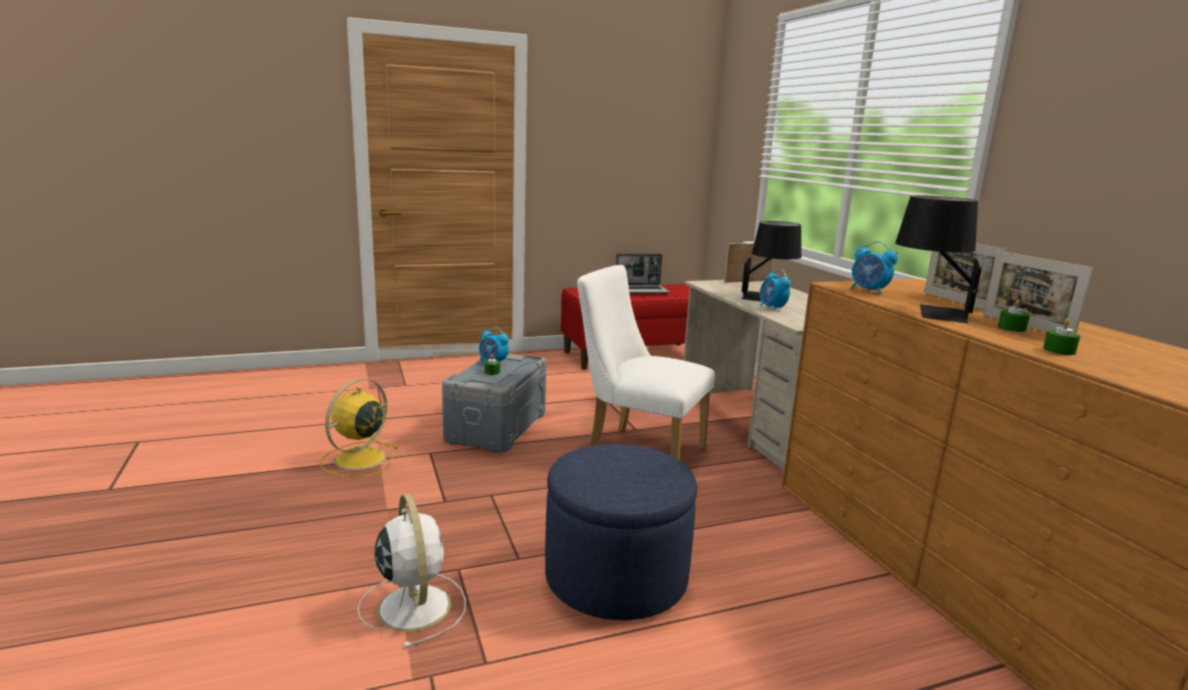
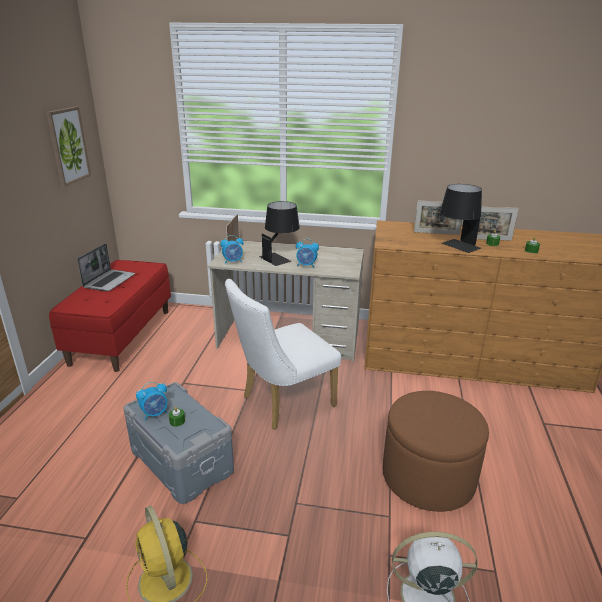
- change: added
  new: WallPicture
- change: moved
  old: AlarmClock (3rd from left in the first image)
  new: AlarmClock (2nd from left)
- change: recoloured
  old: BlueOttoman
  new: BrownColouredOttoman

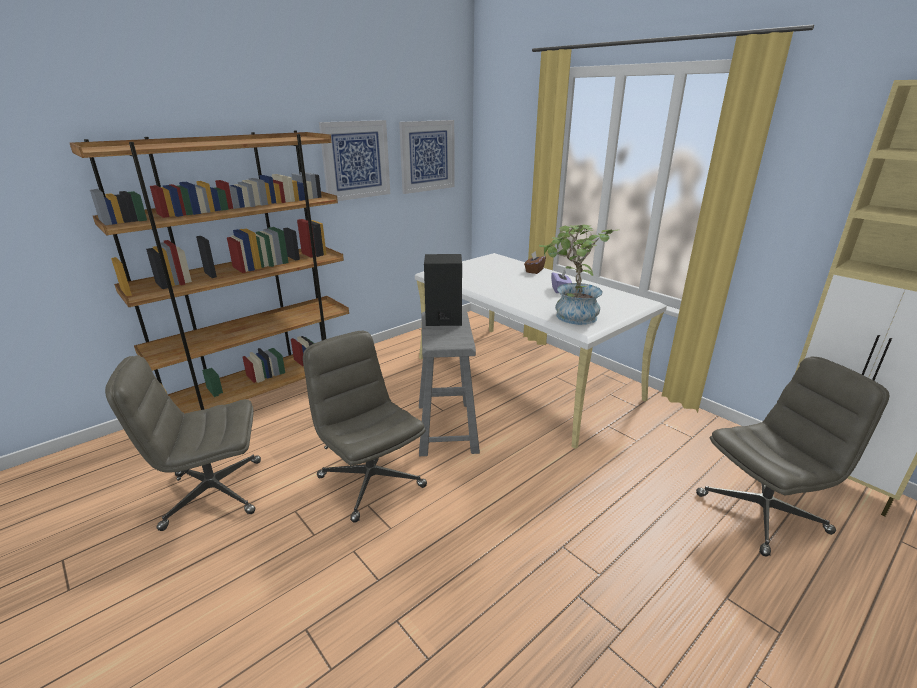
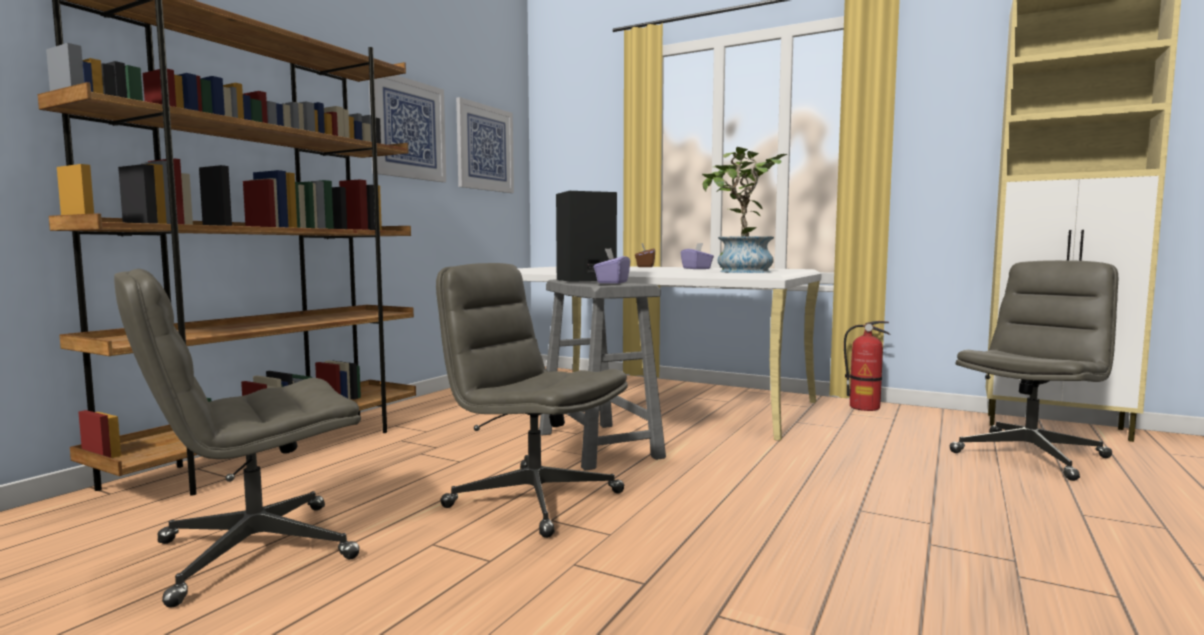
- change: added
  new: PurplishTissueHolder (1st from left)
- change: added
  new: FireFightingCylinder

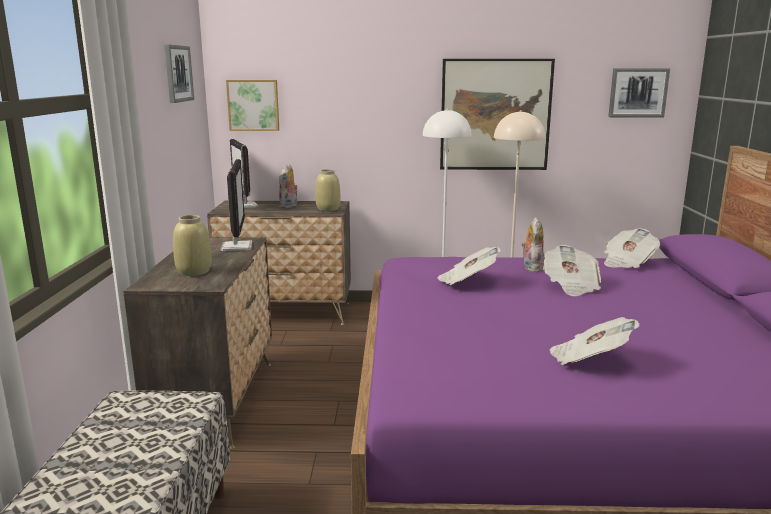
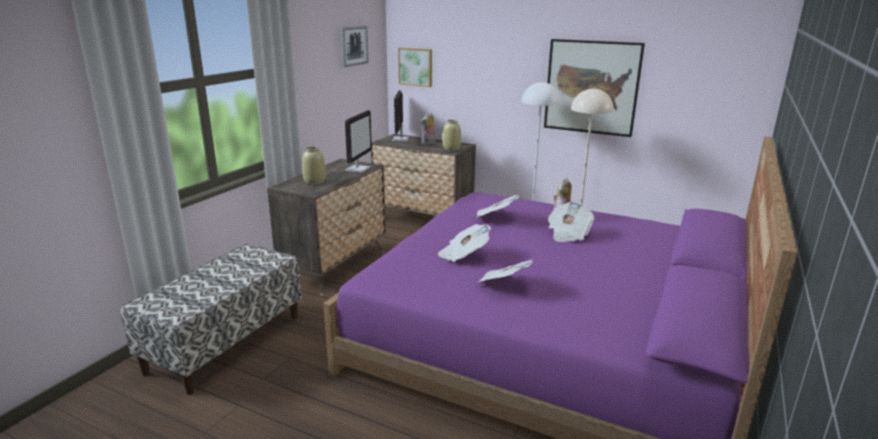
- change: removed
  old: WallPicture (4th from left)
- change: moved
  old: PrintedPaper (4th from left in the first image)
  new: PrintedPaper (1st from left)

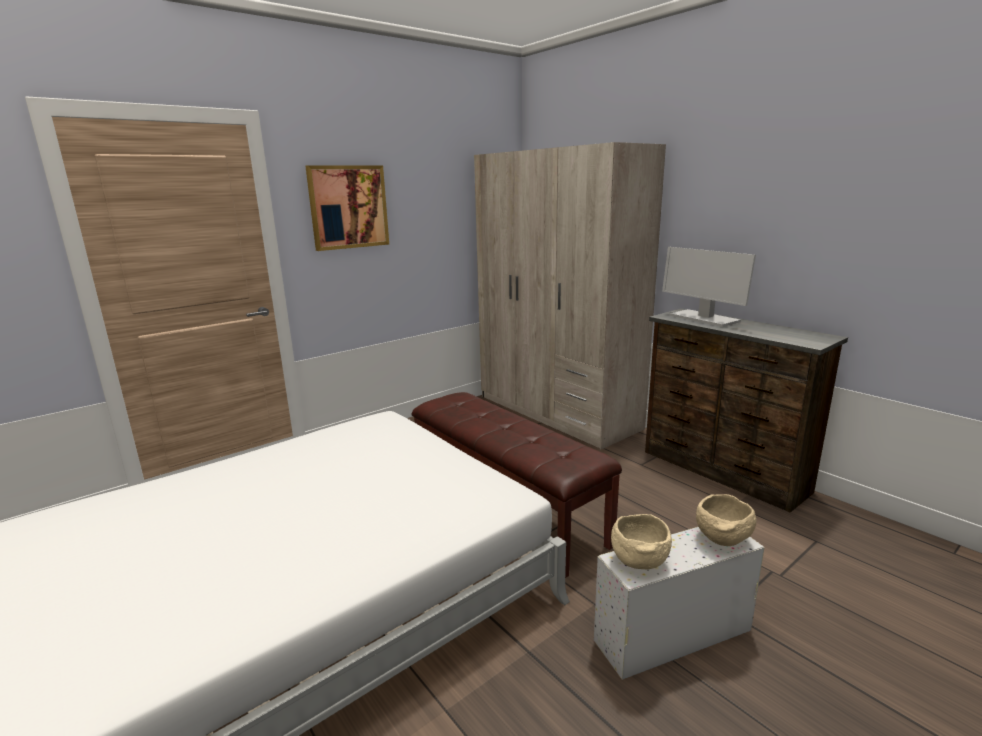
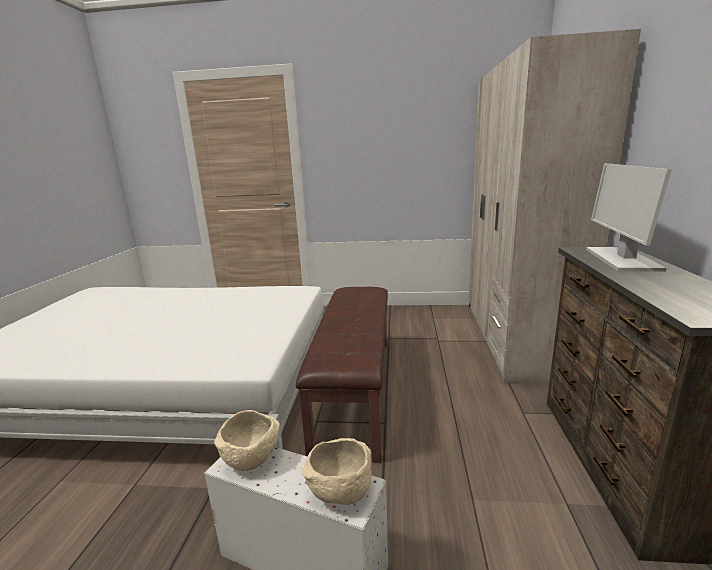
- change: removed
  old: WallPicture

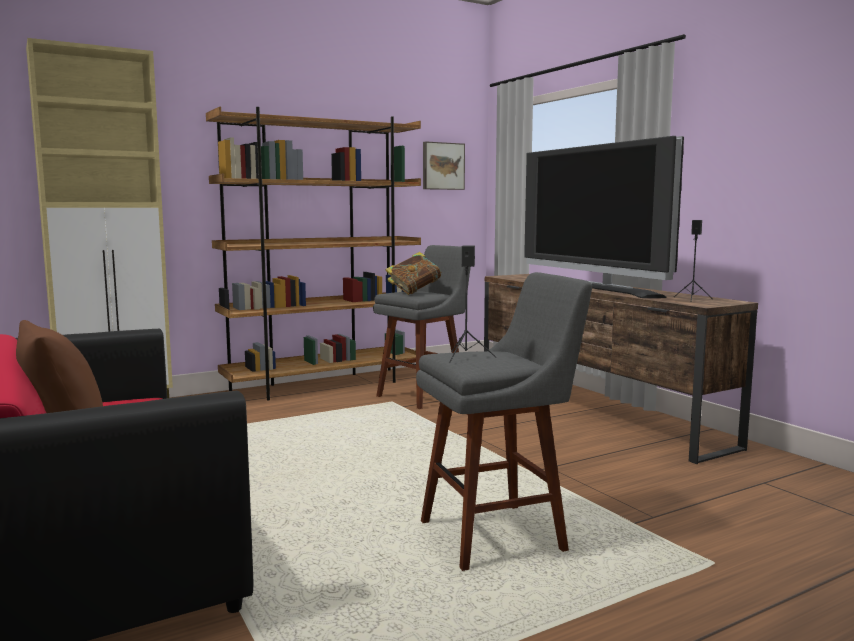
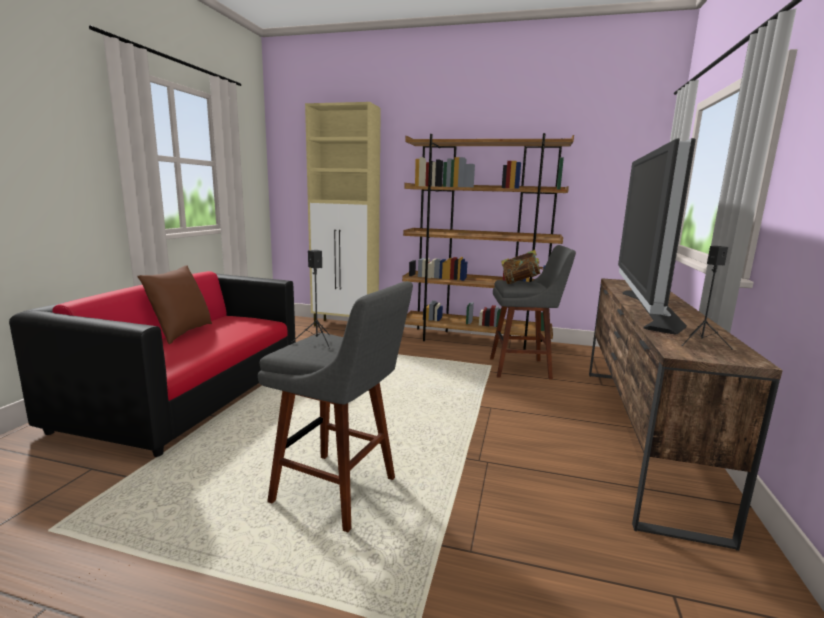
- change: removed
  old: WallPicture

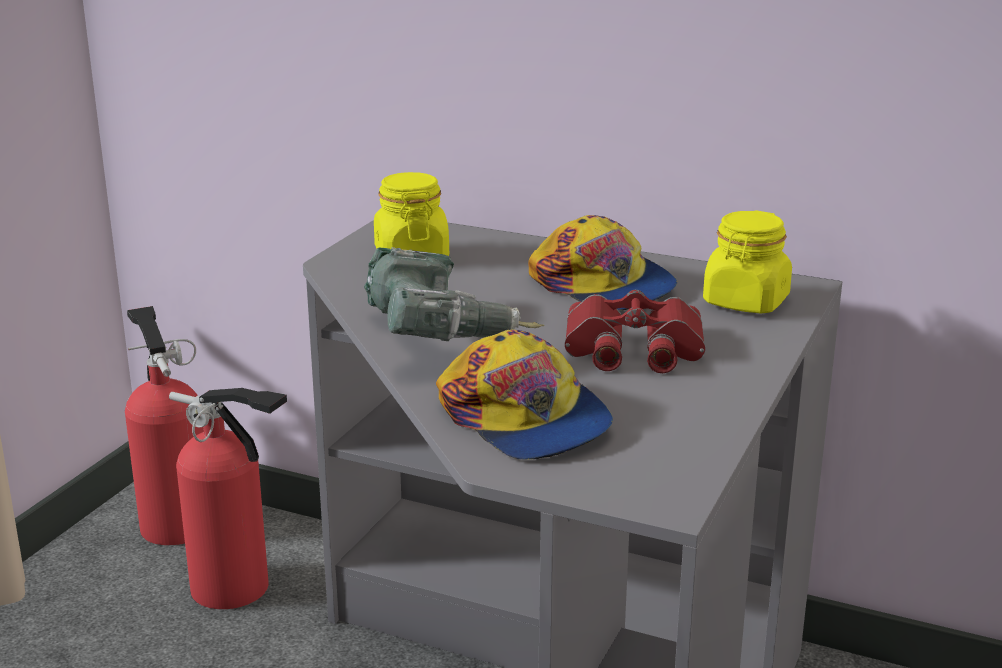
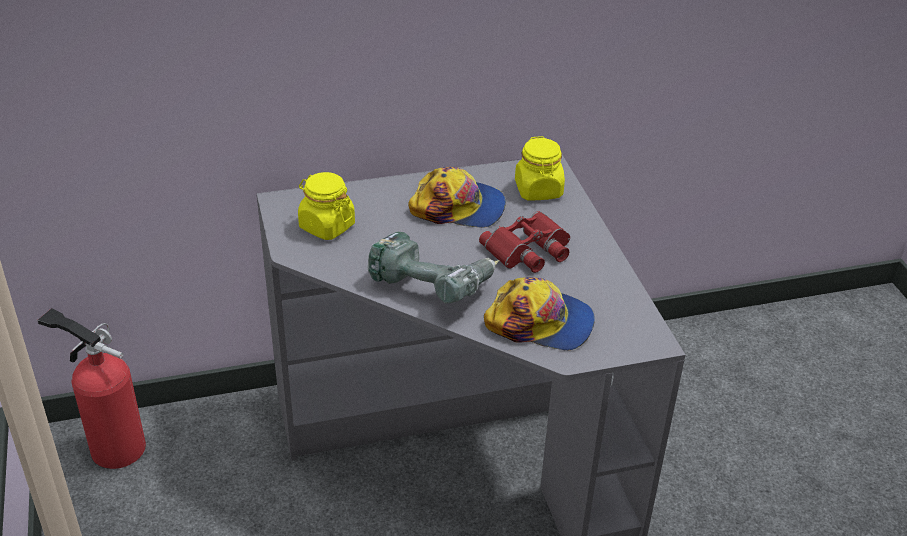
- change: removed
  old: FireFightingCylinder (2nd from left)

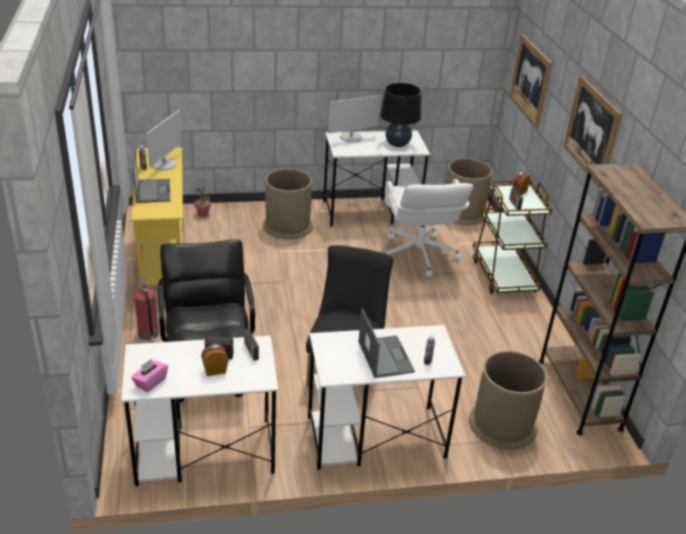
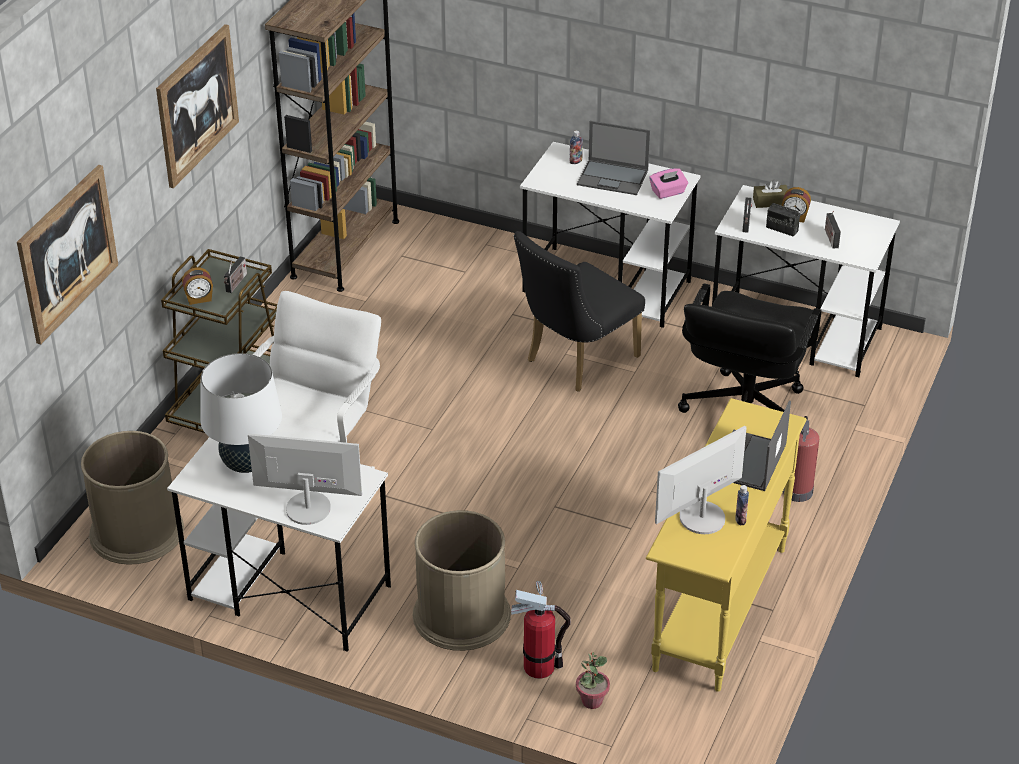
- change: removed
  old: BrownColouredRubbishBin (3rd from left)
- change: added
  new: FireFightingCylinder (1st from left)
- change: added
  new: BrownColouredTissueHolder
- change: added
  new: RadioSet (4th from left)
- change: moved
  old: PinkishTissueHolder
- change: recoloured
  old: BlackLampForATable
  new: WhiteLampForATable
- change: turned
  old: Laptop (2nd from left in the first image)
  degrees: -90

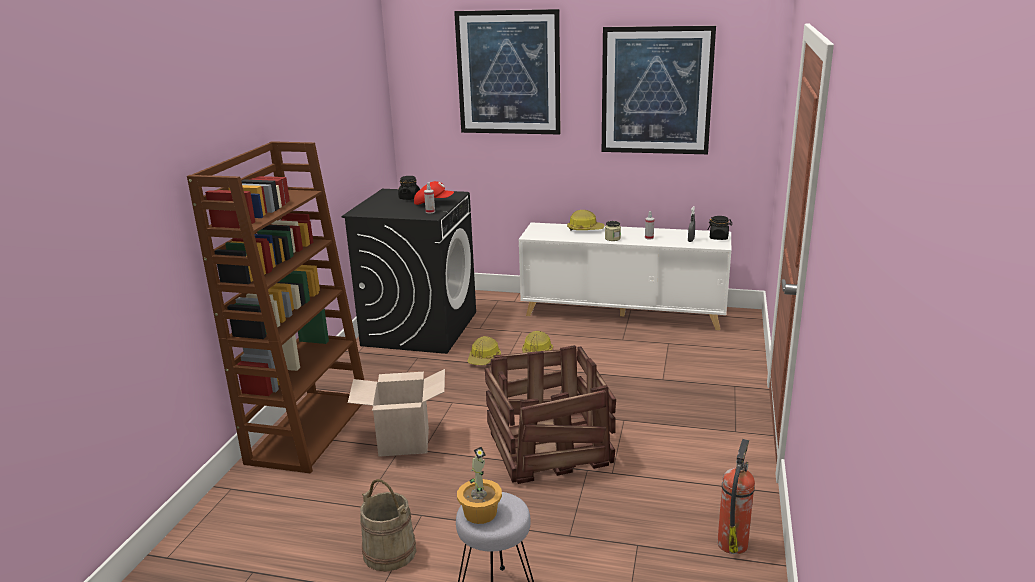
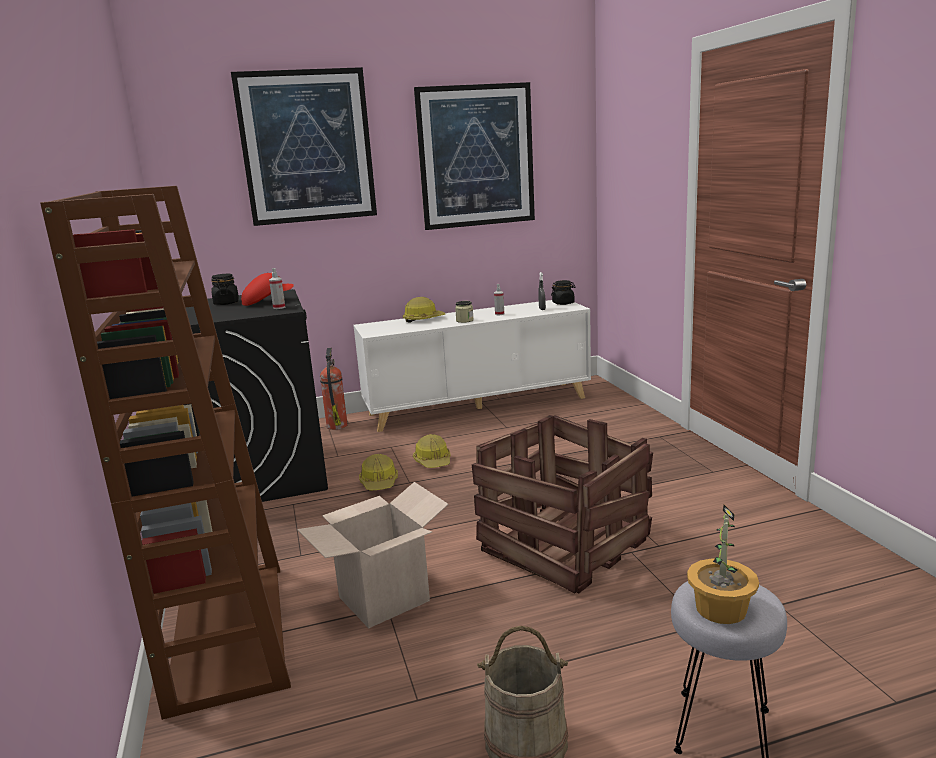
- change: moved
  old: FireFightingCylinder

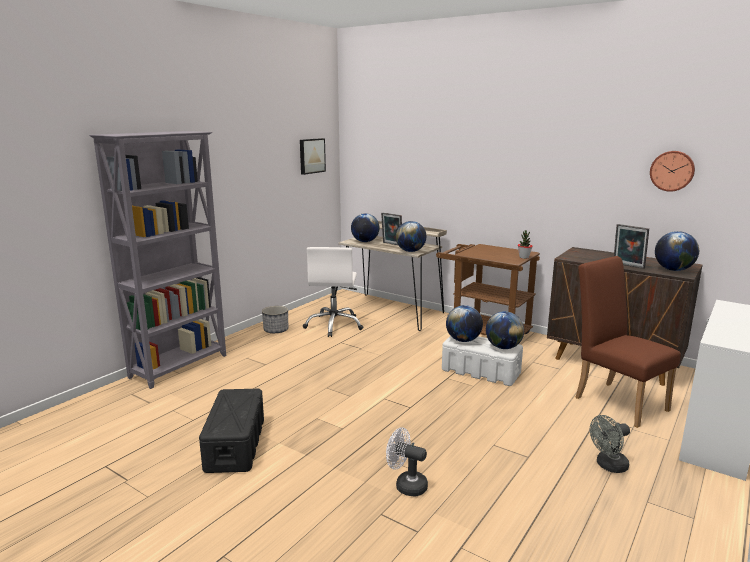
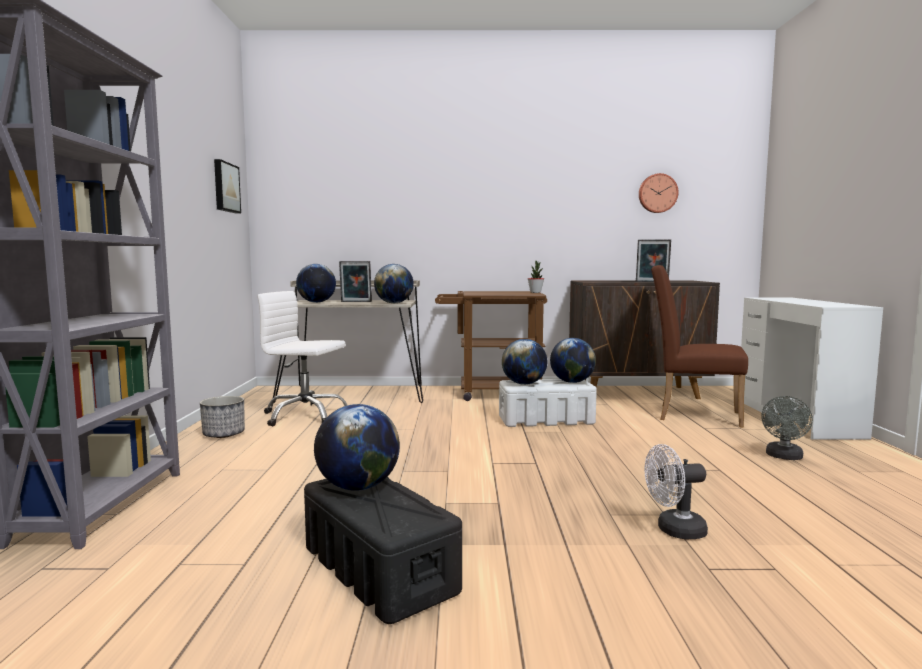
- change: moved
  old: Globe (5th from left in the first image)
  new: Globe (2nd from left)
- change: turned
  old: WhiteDeskChair
  degrees: 135

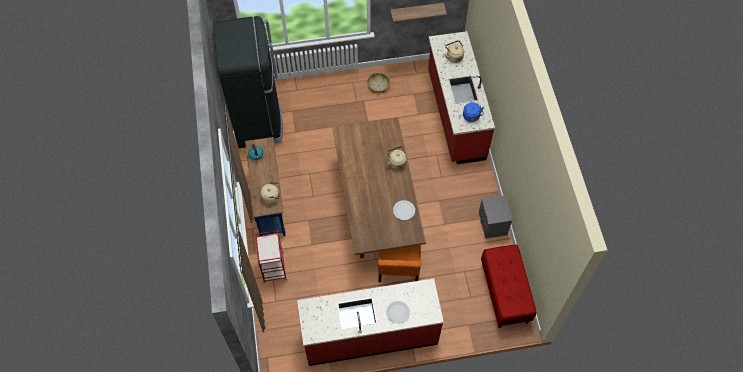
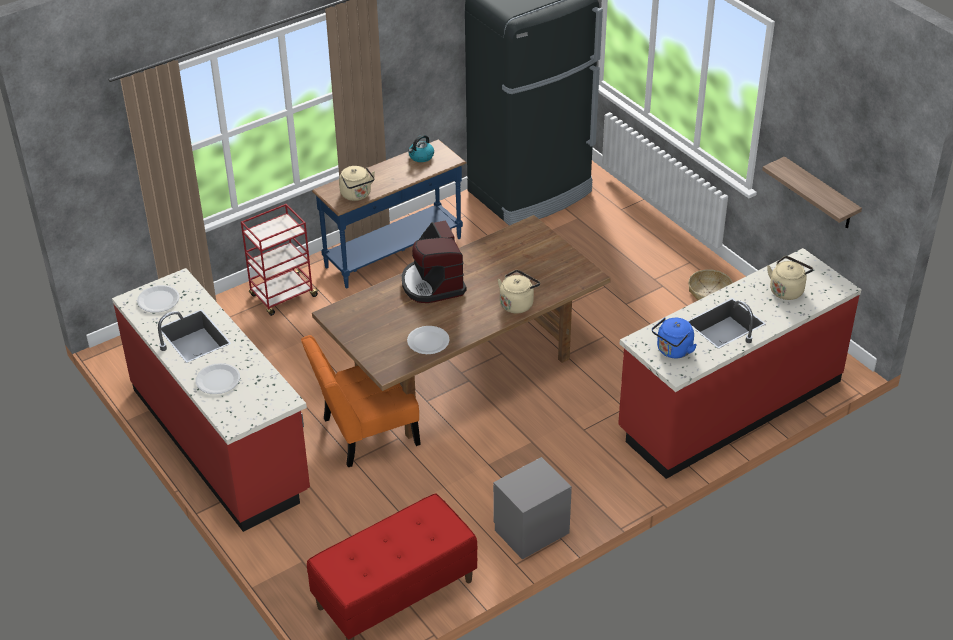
- change: added
  new: WhitePlate (1st from left)
- change: added
  new: CoffeeMaker

